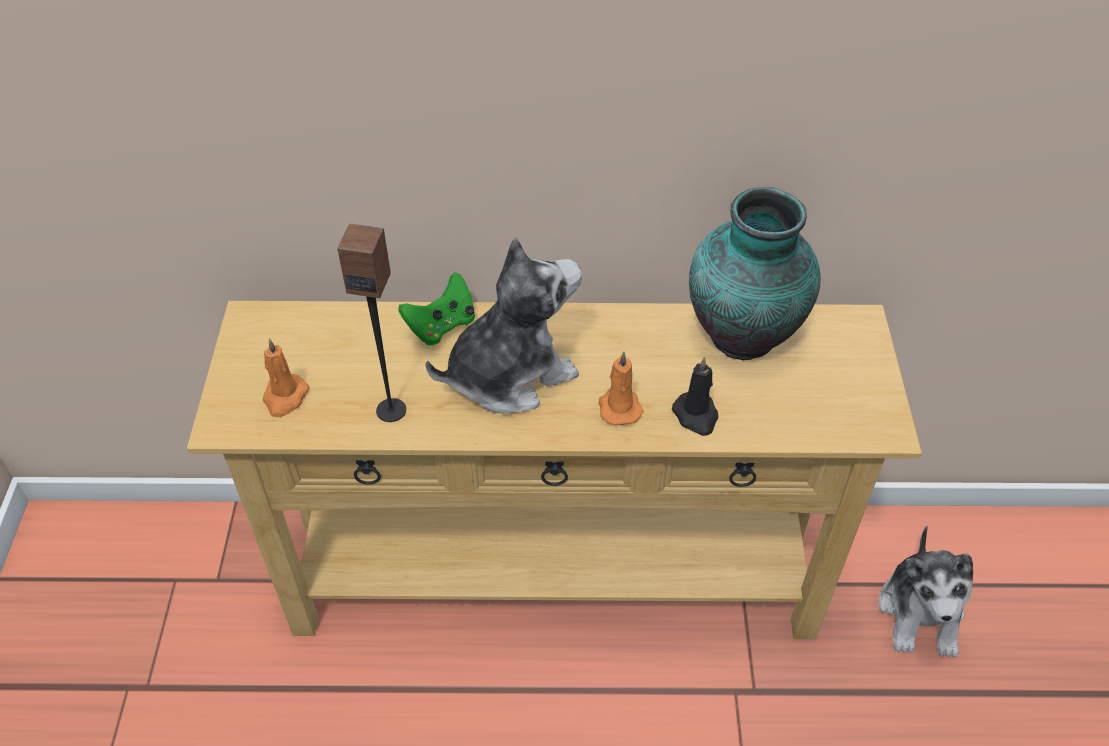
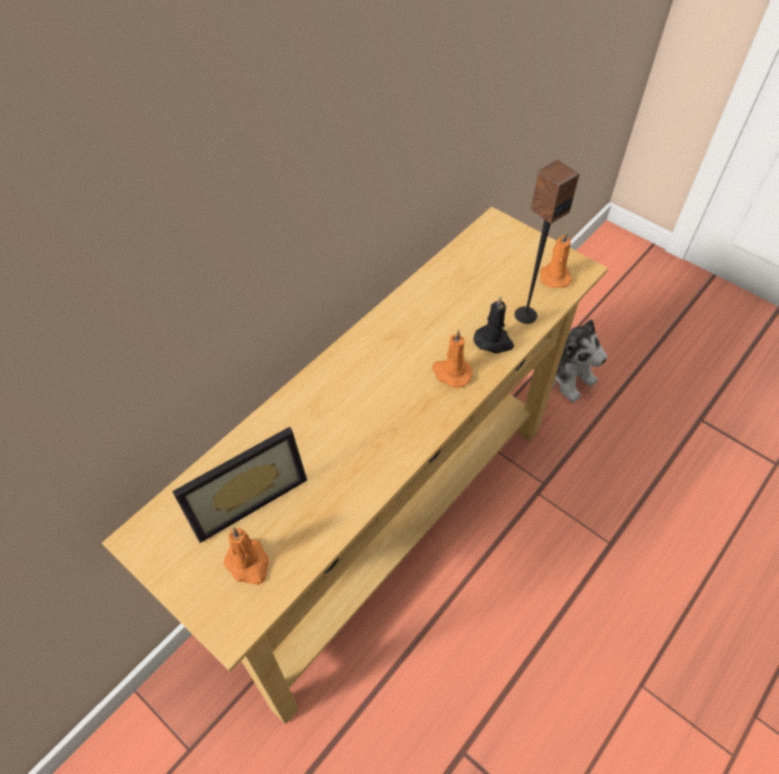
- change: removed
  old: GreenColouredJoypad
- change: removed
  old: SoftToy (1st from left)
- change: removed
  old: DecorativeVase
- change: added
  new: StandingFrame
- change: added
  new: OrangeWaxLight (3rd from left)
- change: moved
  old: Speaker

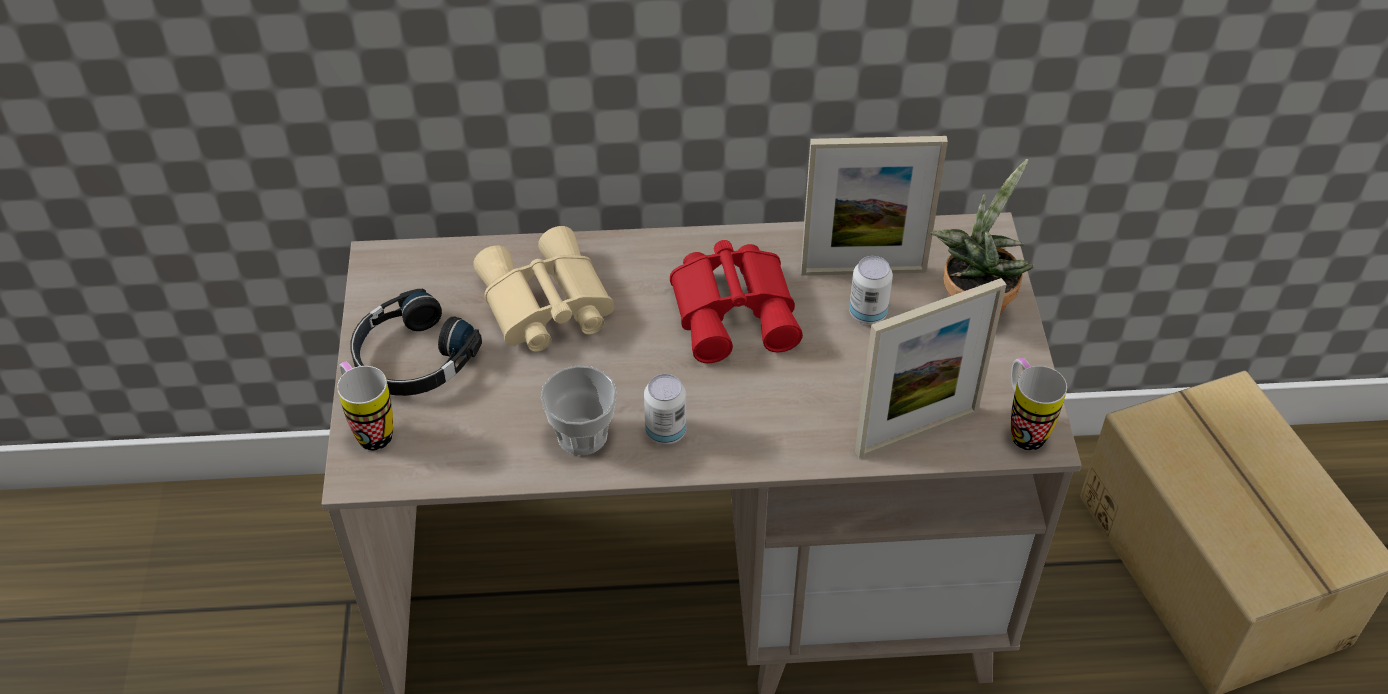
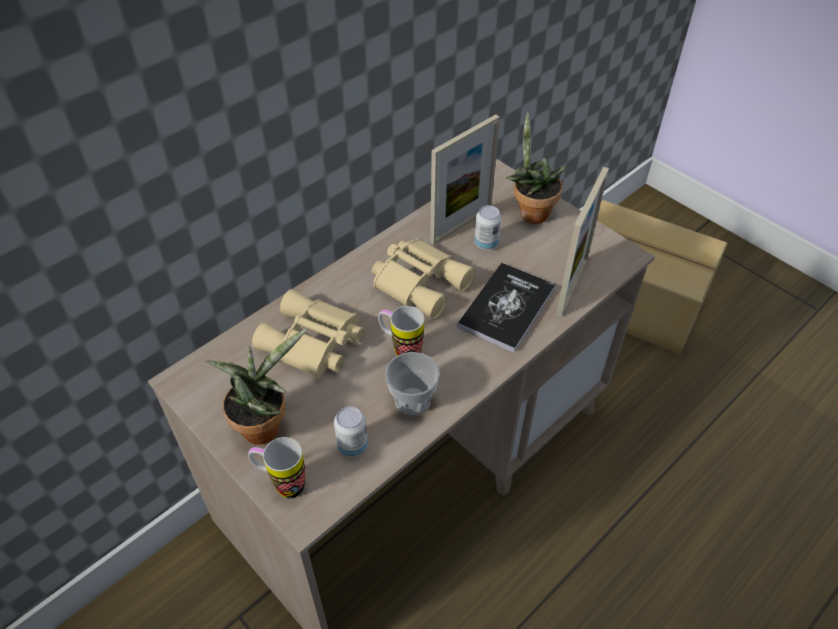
- change: added
  new: Book
- change: moved
  old: MetalCan (1st from left)
- change: moved
  old: CoffeeMug (2nd from left)
- change: replaced
  old: BlackHeadset
  new: PottedPlant (1st from left)
- change: recoloured
  old: RedPairOfBinoculars
  new: SandColouredPairOfBinoculars (2nd from left)

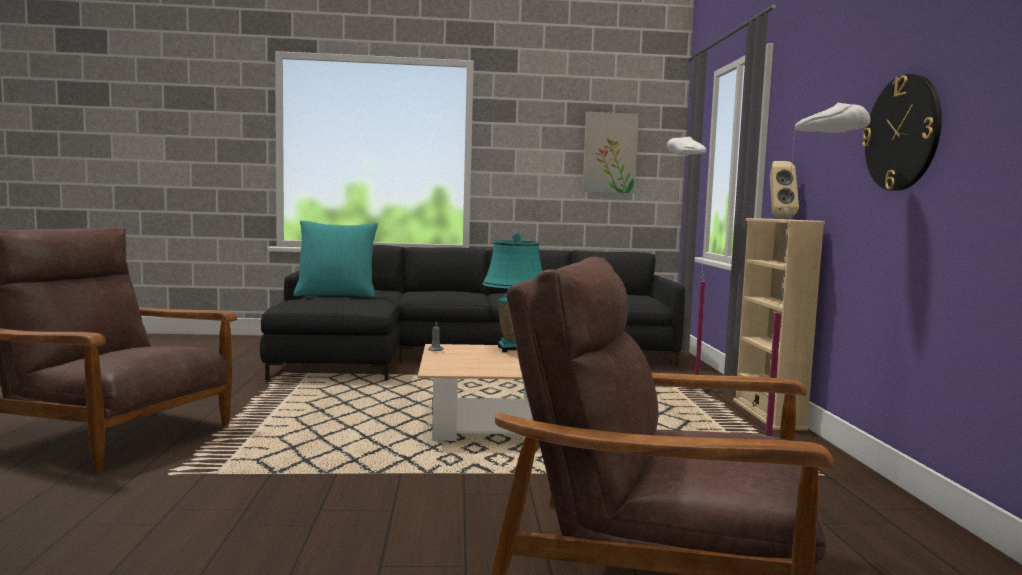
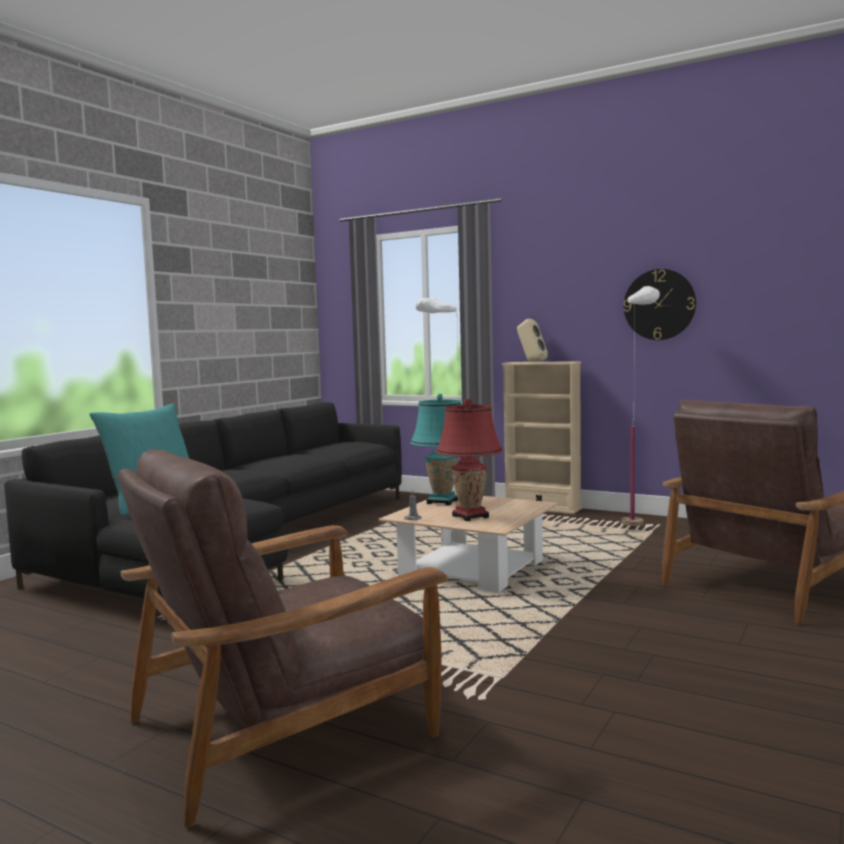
- change: removed
  old: WallPicture
- change: added
  new: RedLampForATable

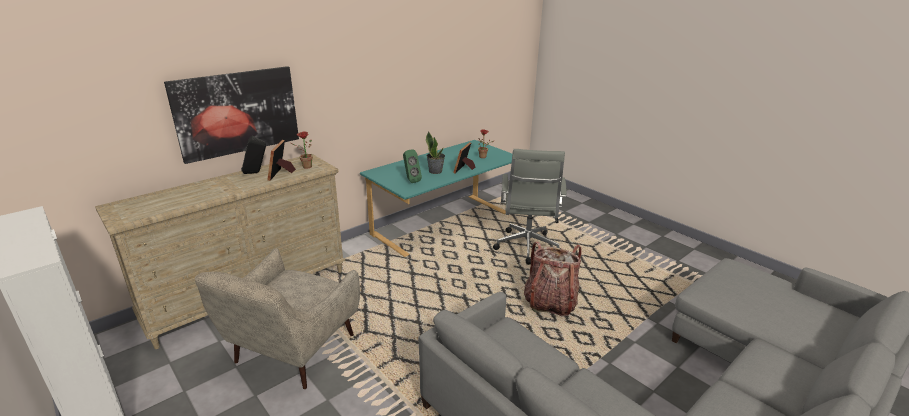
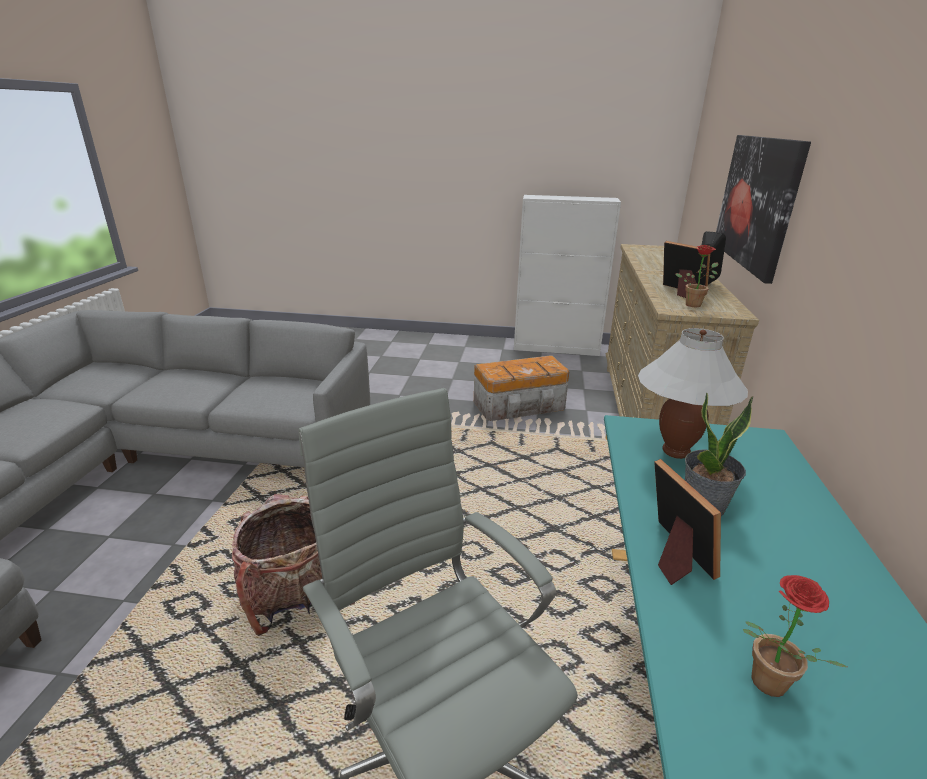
- change: replaced
  old: SandColouredEasyChair
  new: StorageContainer
- change: replaced
  old: GreenColouredSpeaker
  new: WhiteLampForATable

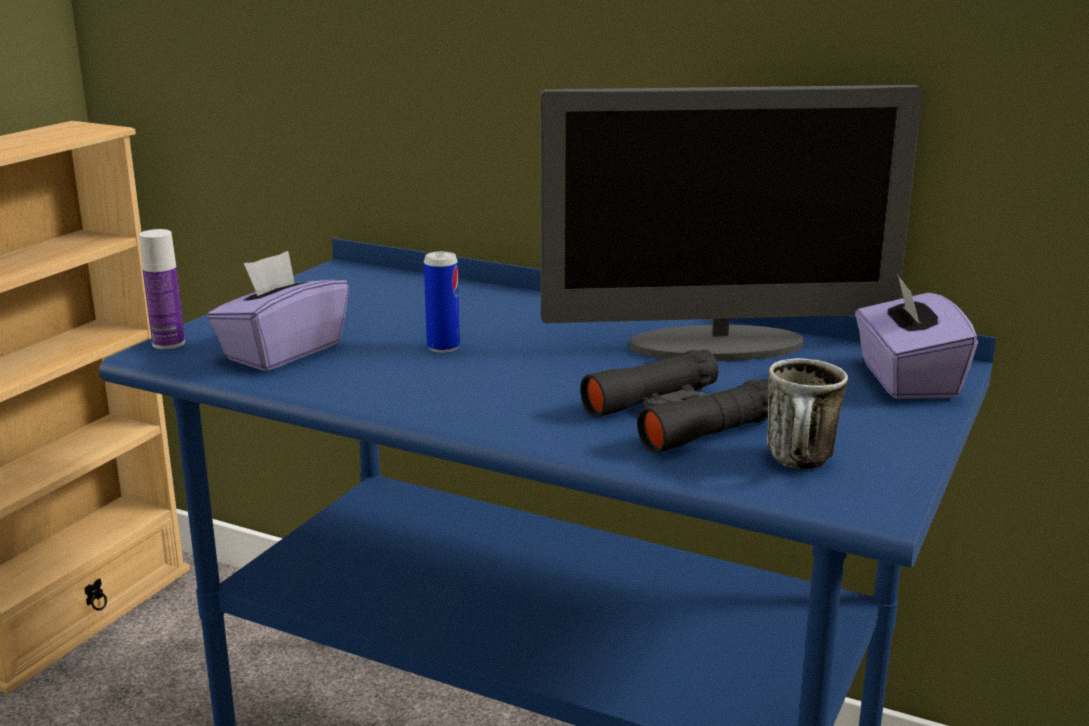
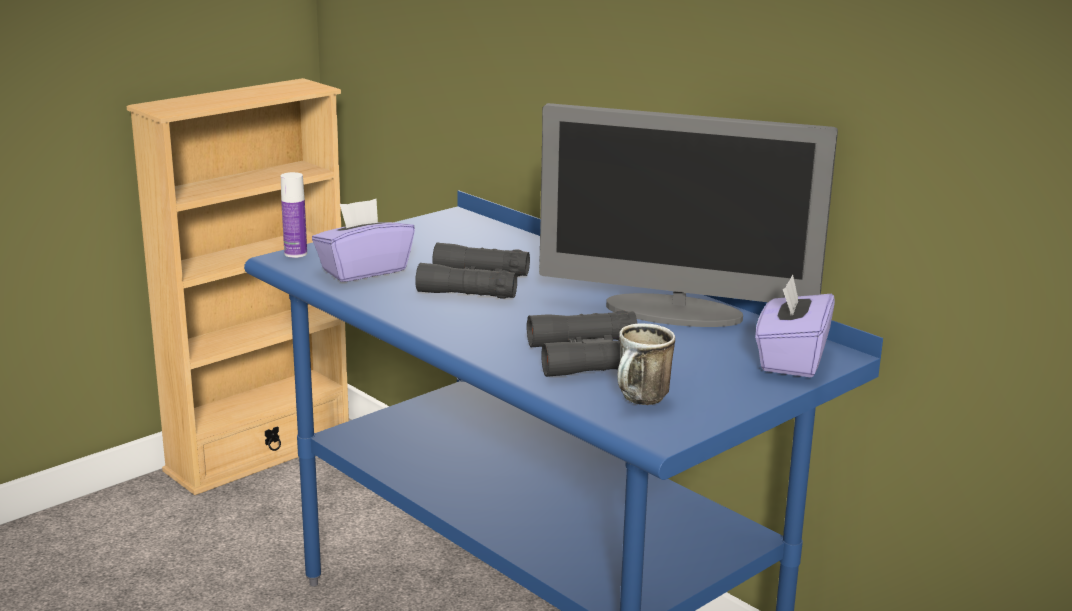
- change: replaced
  old: MetalCan
  new: BlackPairOfBinoculars (1st from left)

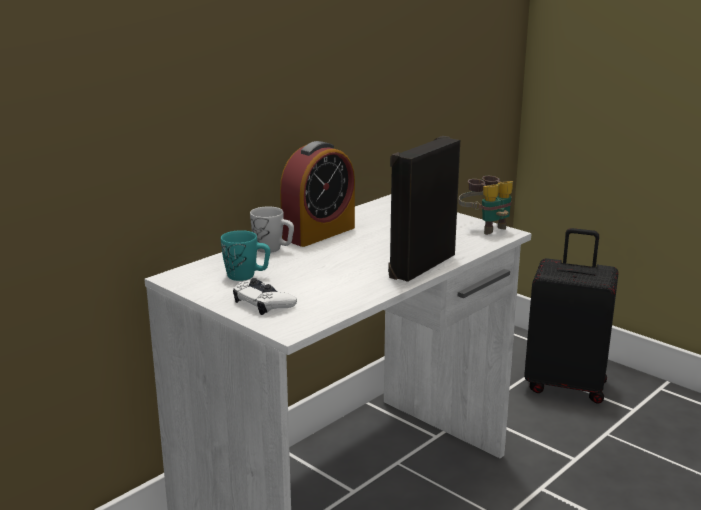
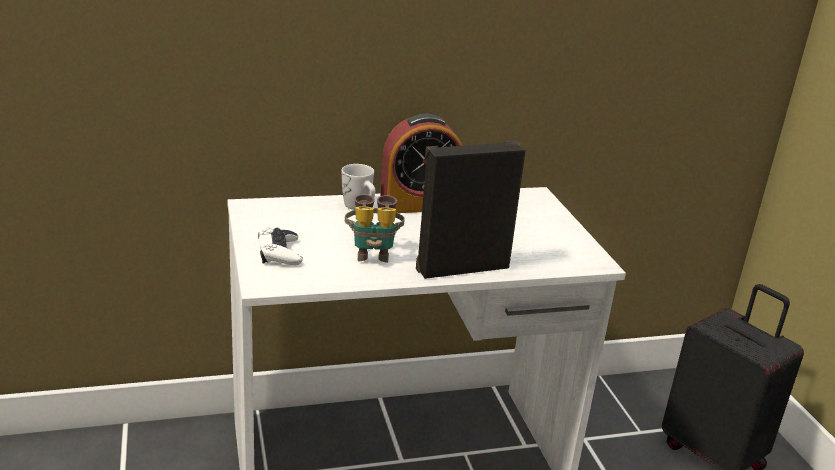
- change: removed
  old: TurquoiseColouredCoffeeMug
- change: moved
  old: PairOfBinoculars

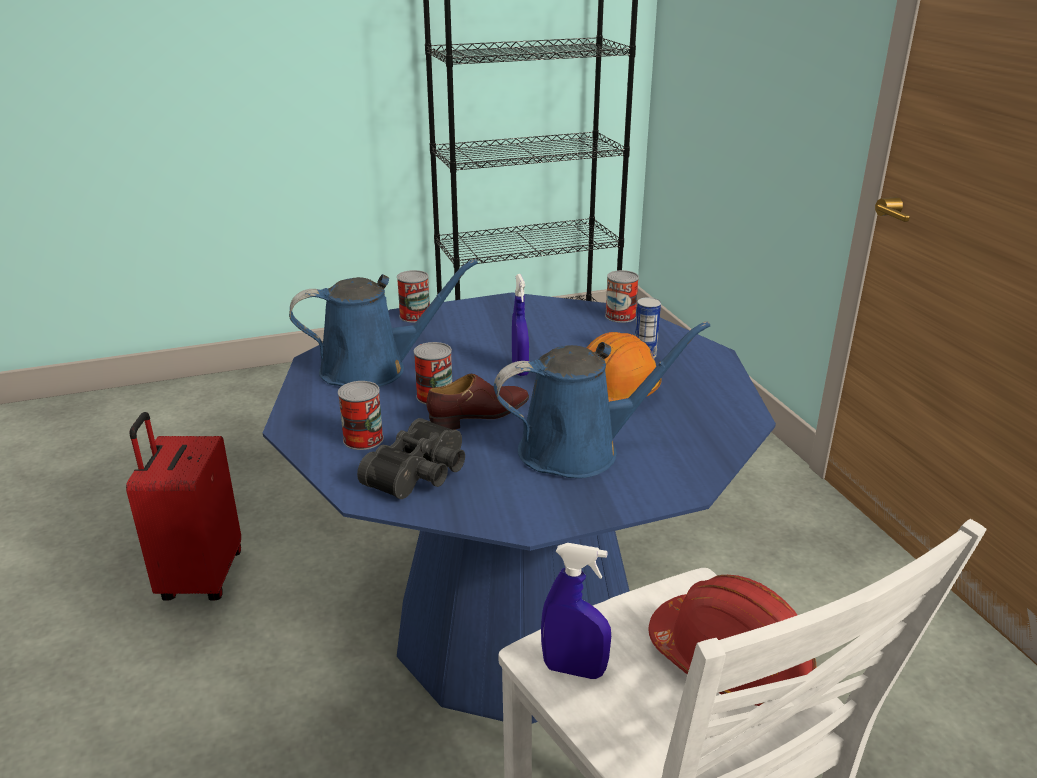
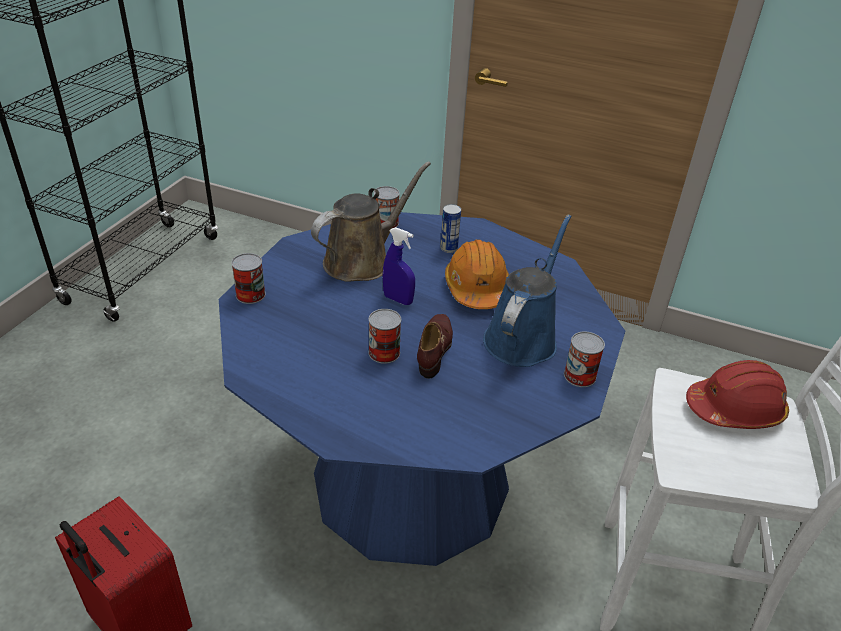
- change: removed
  old: BlueWateringPot (1st from left)
- change: removed
  old: BlackPairOfBinoculars
- change: removed
  old: BlueSprayBottle (2nd from left)
- change: added
  new: BrownColouredWateringPot
- change: moved
  old: MetalCan (1st from left in the first image)
  new: MetalCan (5th from left)

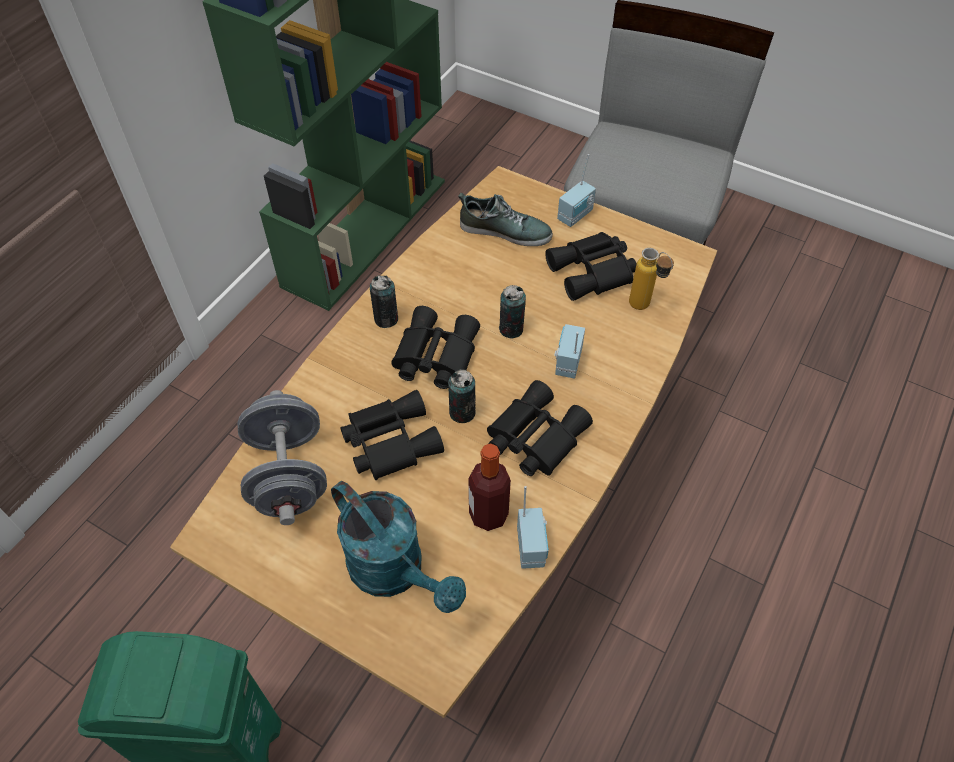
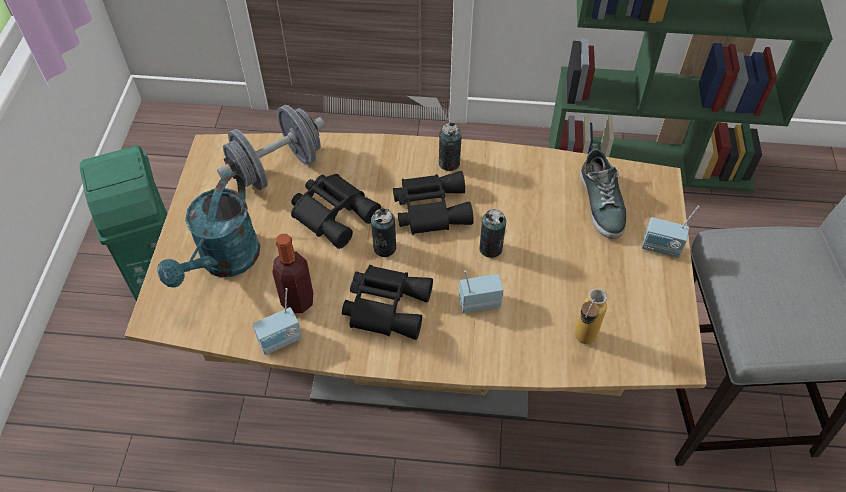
- change: removed
  old: BlackPairOfBinoculars (4th from left)

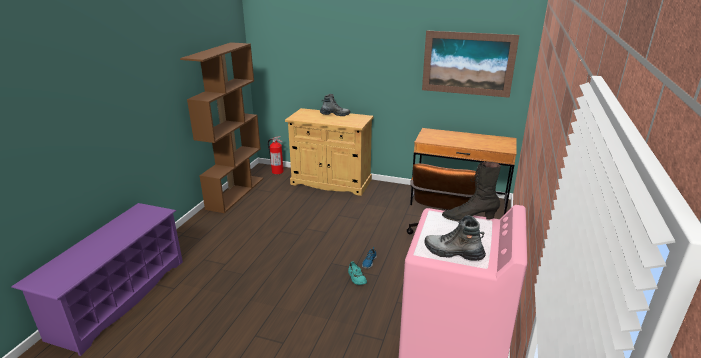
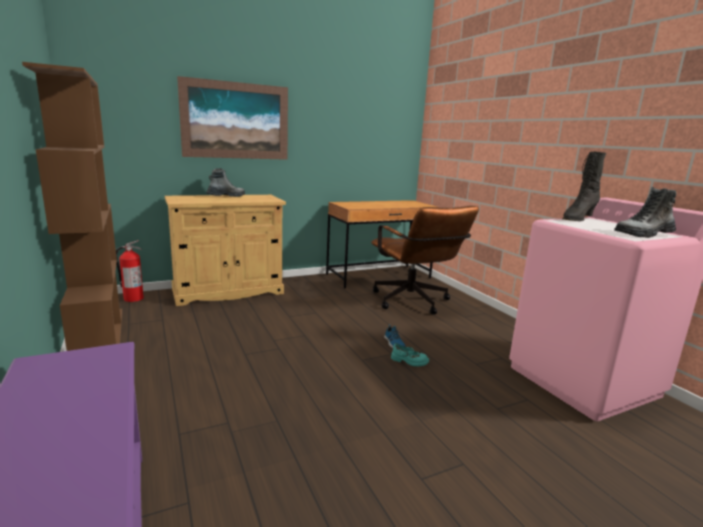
- change: moved
  old: WallPicture

